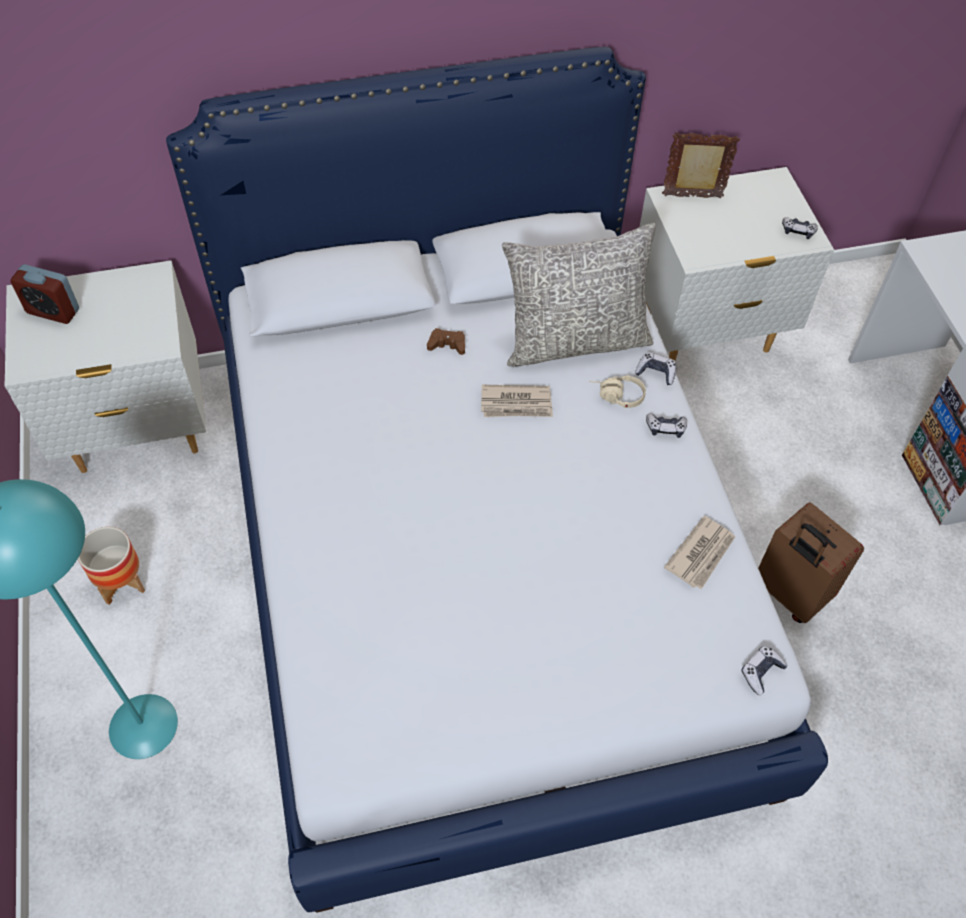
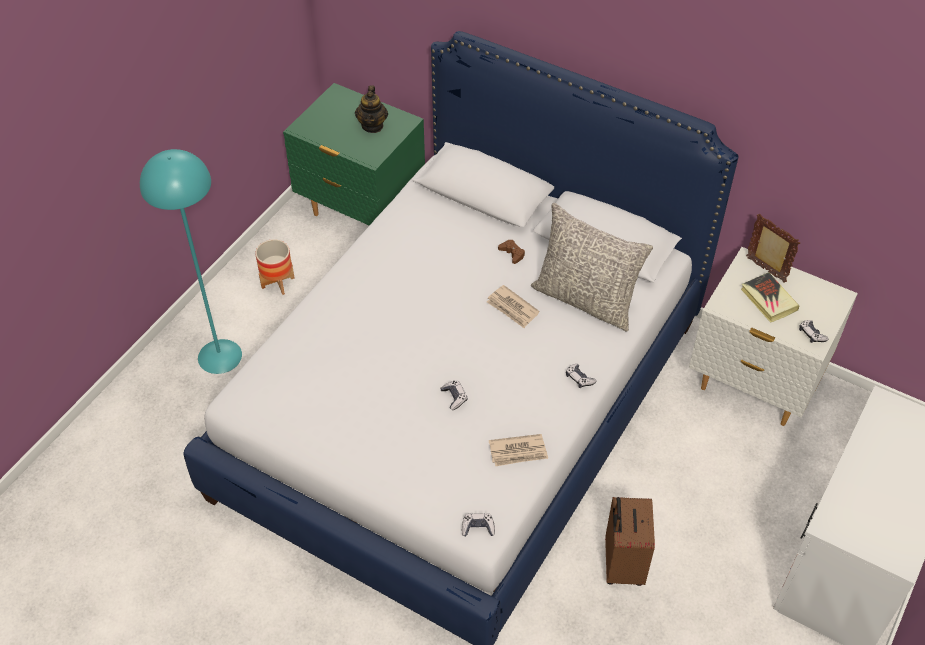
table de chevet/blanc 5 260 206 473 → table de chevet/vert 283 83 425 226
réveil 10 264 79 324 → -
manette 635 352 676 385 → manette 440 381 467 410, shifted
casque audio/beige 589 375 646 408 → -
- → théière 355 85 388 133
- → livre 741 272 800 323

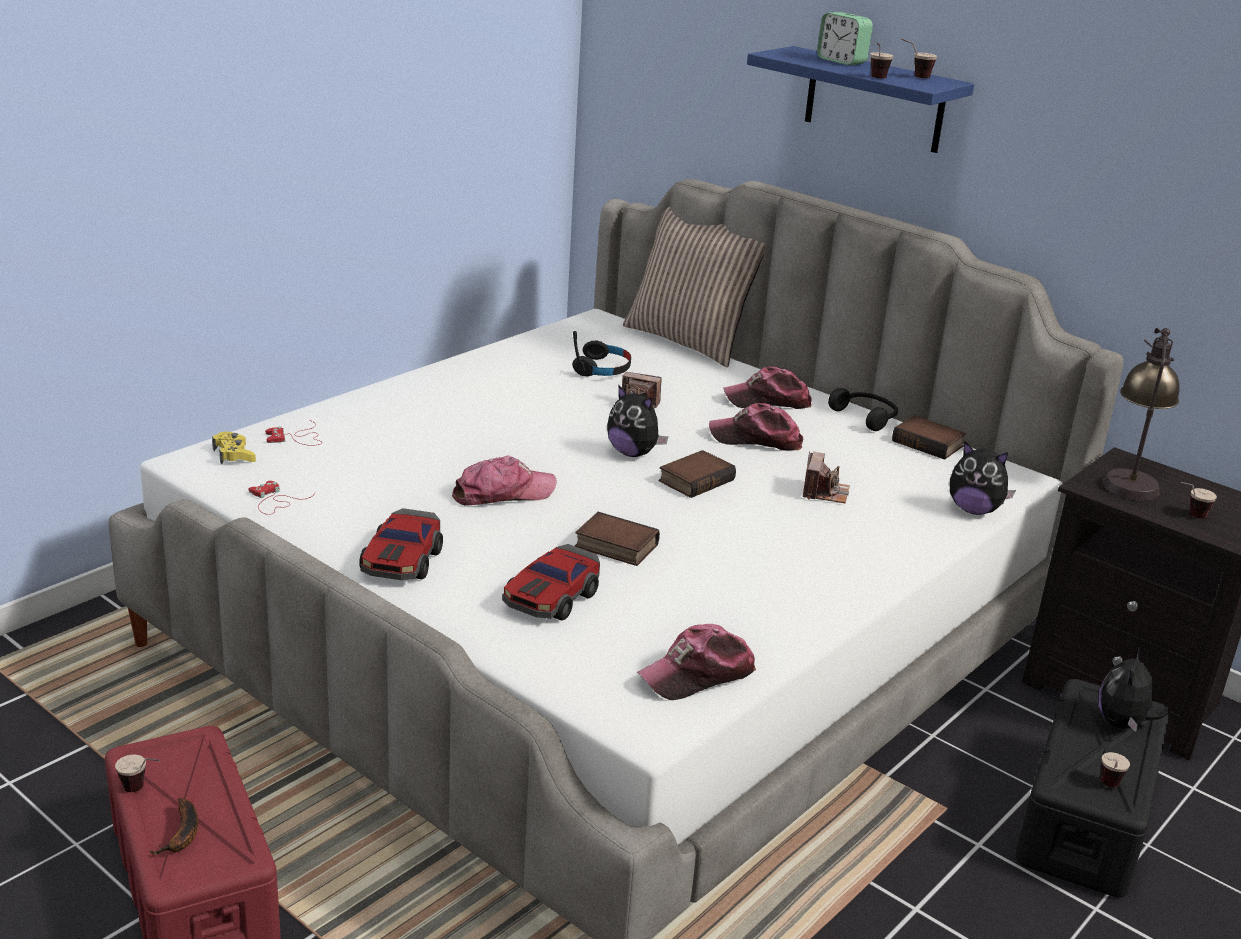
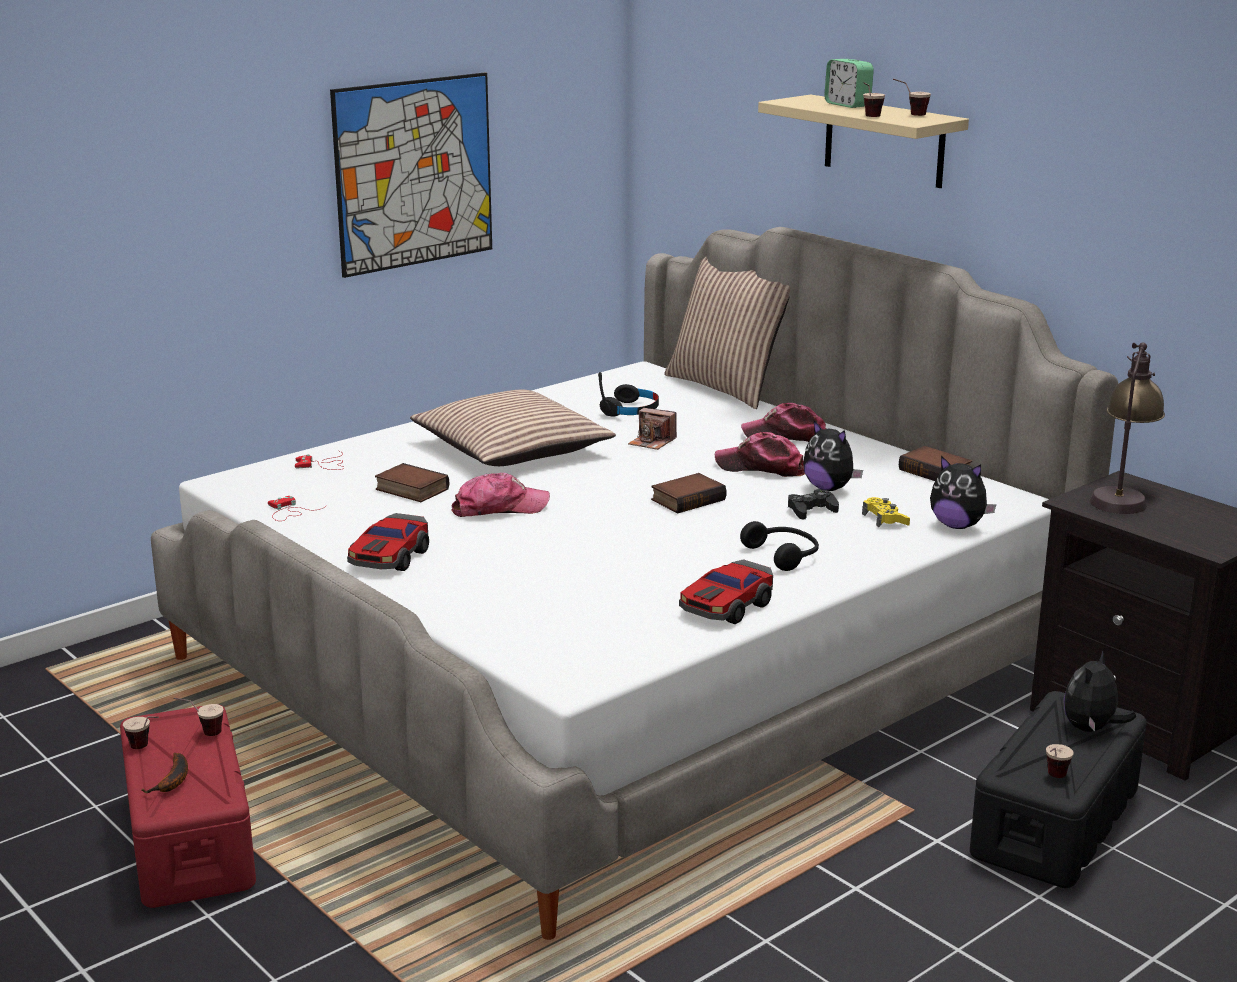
étagère/bleu 747 46 974 153 → étagère/beige 758 94 969 188
peluche 607 385 668 457 → peluche 803 421 863 491, shifted
casque audio/noir 828 388 898 431 → casque audio/noir 740 521 819 571, shifted
manette/jaune 212 432 256 465 → manette/jaune 862 497 910 527, shifted
appareil photo 803 451 850 503 → manette/noir 788 489 839 520
tasse 1181 482 1217 519 → tasse 174 698 224 736, shifted
livre 575 512 660 566 → livre 375 463 449 502, shifted
petite voiture 502 544 600 621 → petite voiture 679 559 773 624, shifted
casquette 637 624 756 700 → -
- → tableau 330 72 492 278
- → coussin 410 390 616 466

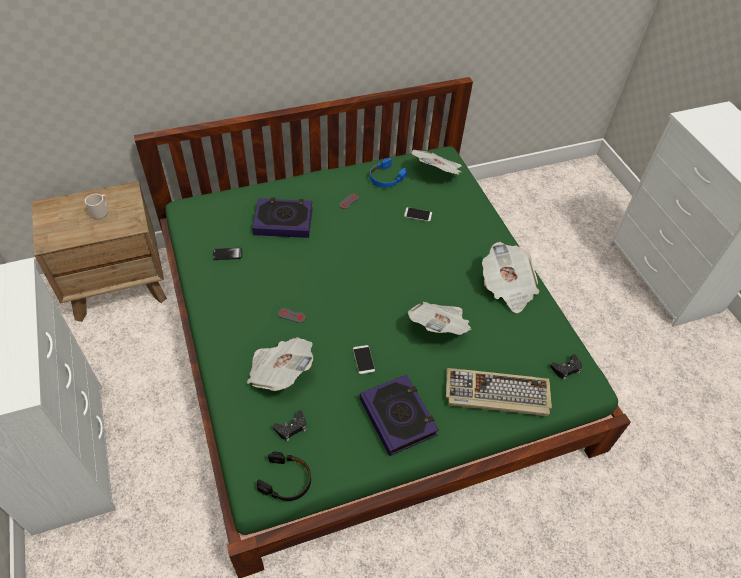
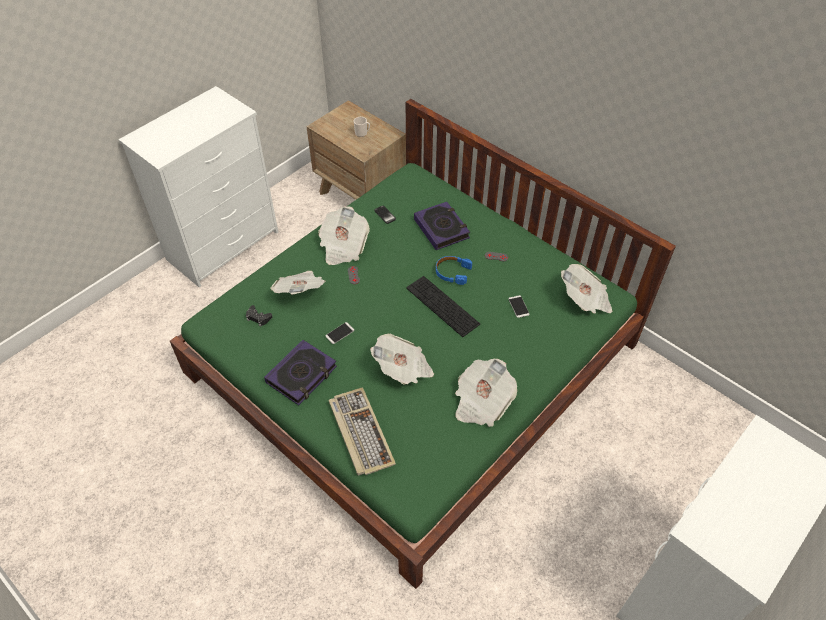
casque audio/bleu 370 158 407 188 → casque audio/bleu 436 256 472 285, shifted
manette/noir 550 354 582 380 → -
casque audio/noir 257 452 311 501 → -
- → journal 318 206 370 265
- → clavier 406 276 480 337

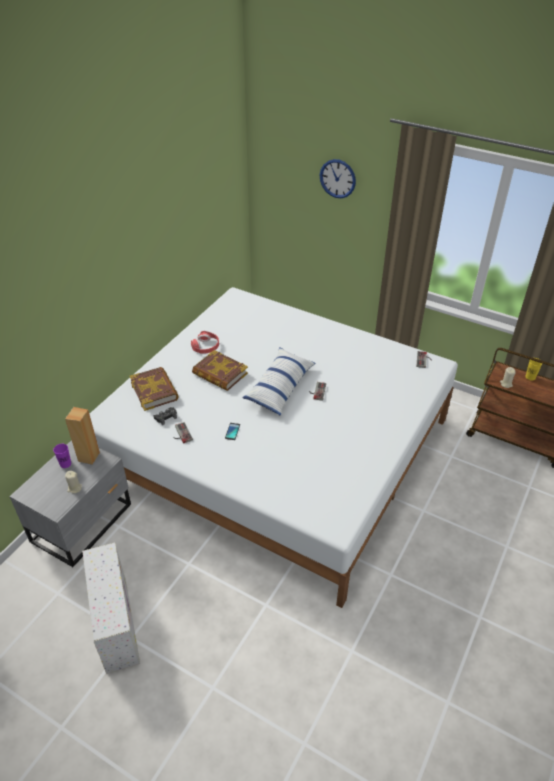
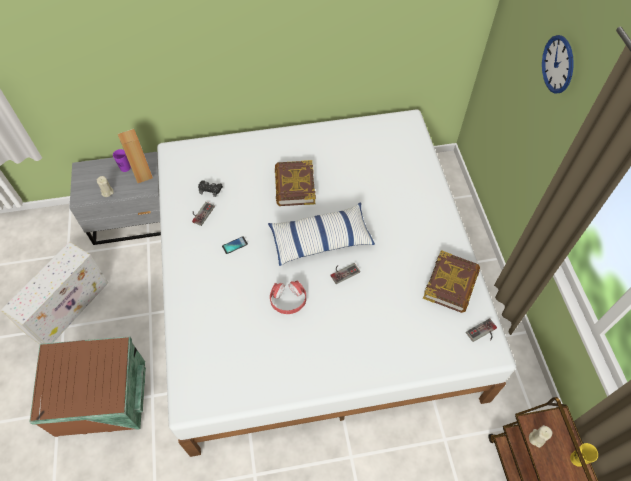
casque audio/rouge 191 331 219 354 → casque audio/rouge 270 281 306 314, shifted
livre 130 367 179 411 → livre 423 250 480 313, shifted
- → boîte de rangement/marron 29 337 146 437

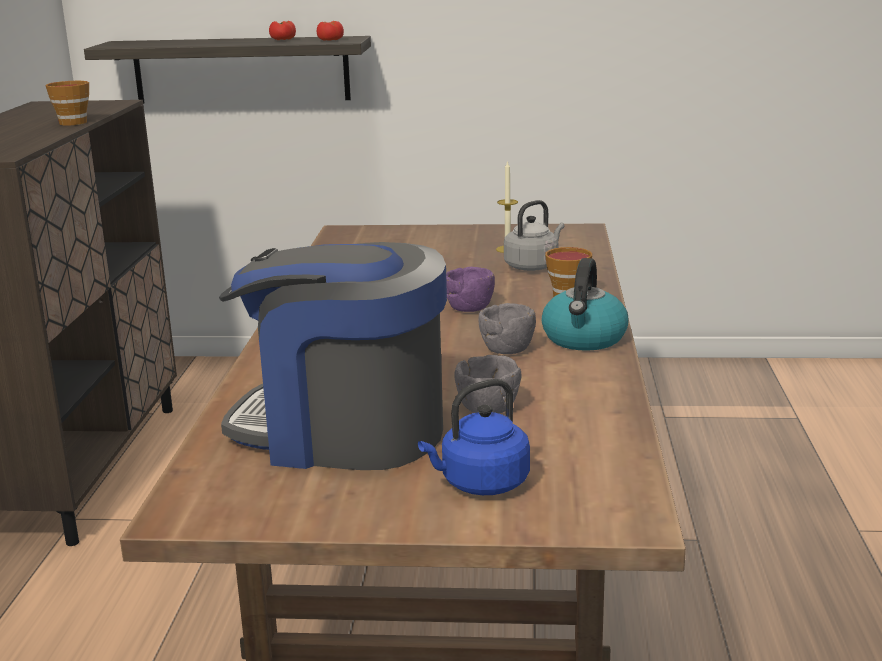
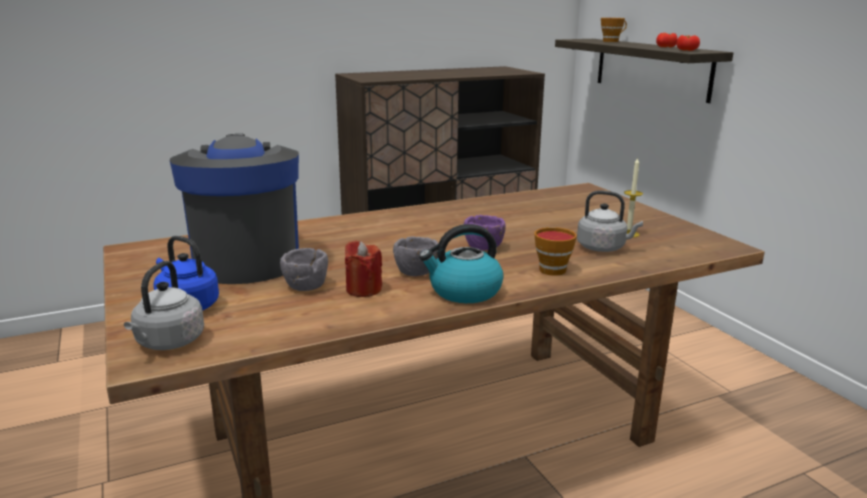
tasse 46 81 89 125 → tasse 601 18 627 42, shifted
- → bougie/rouge 345 241 382 297
- → bouilloire/gris 124 261 204 350

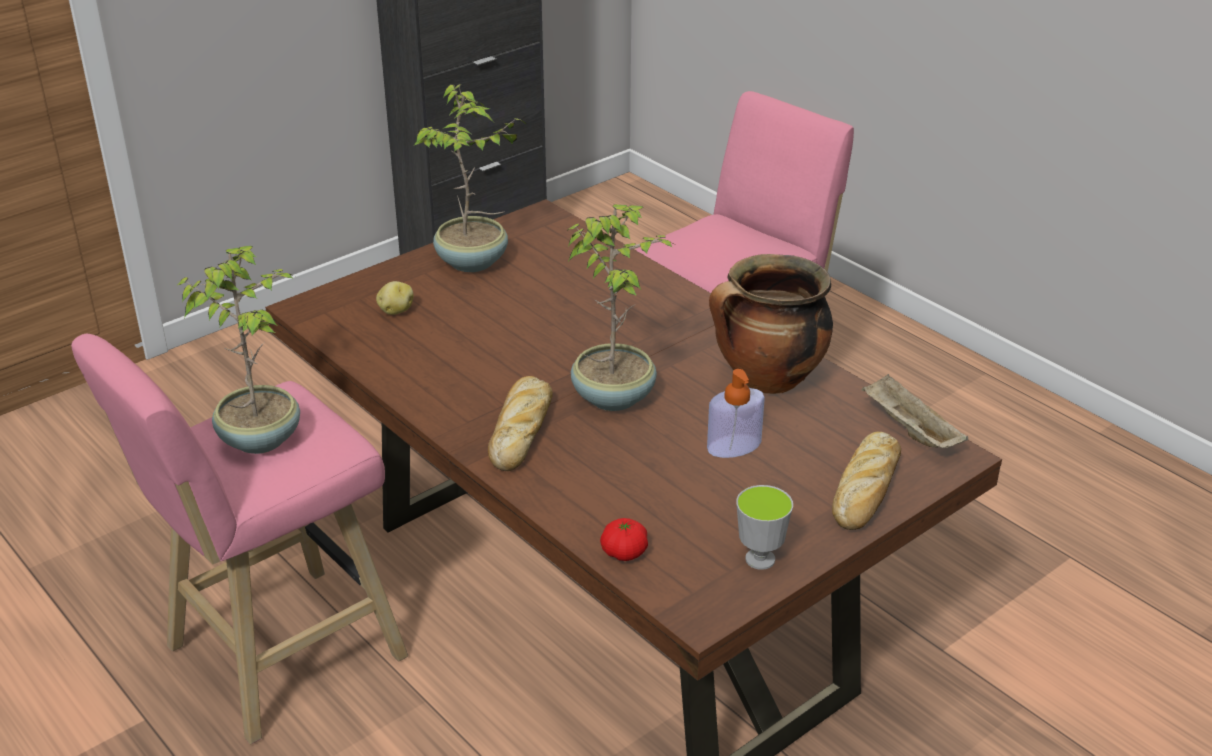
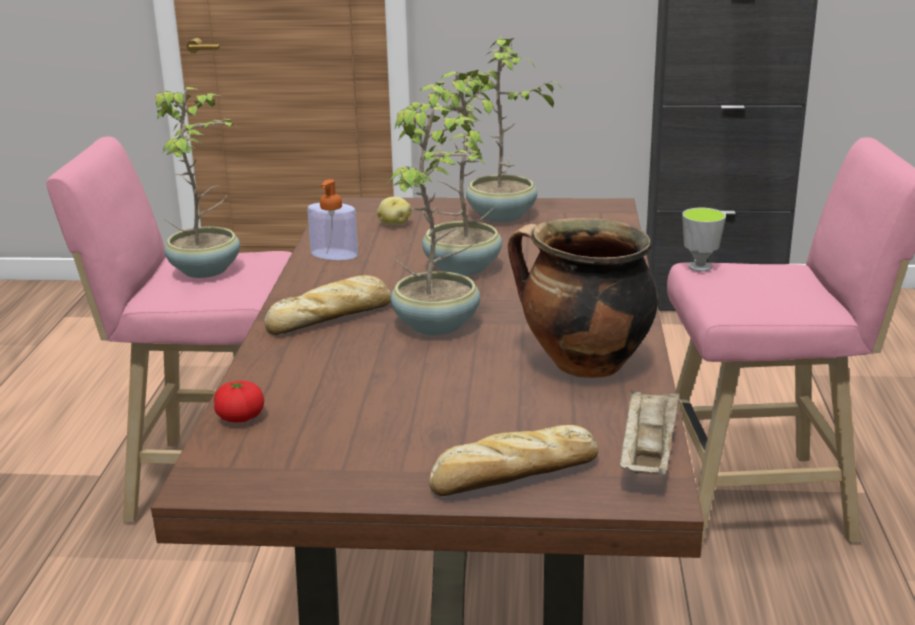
distributeur de savon 707 369 765 458 → distributeur de savon 307 179 358 260, shifted
tasse 736 485 793 570 → tasse 682 208 726 272, shifted
- → plante en pot 406 70 502 276

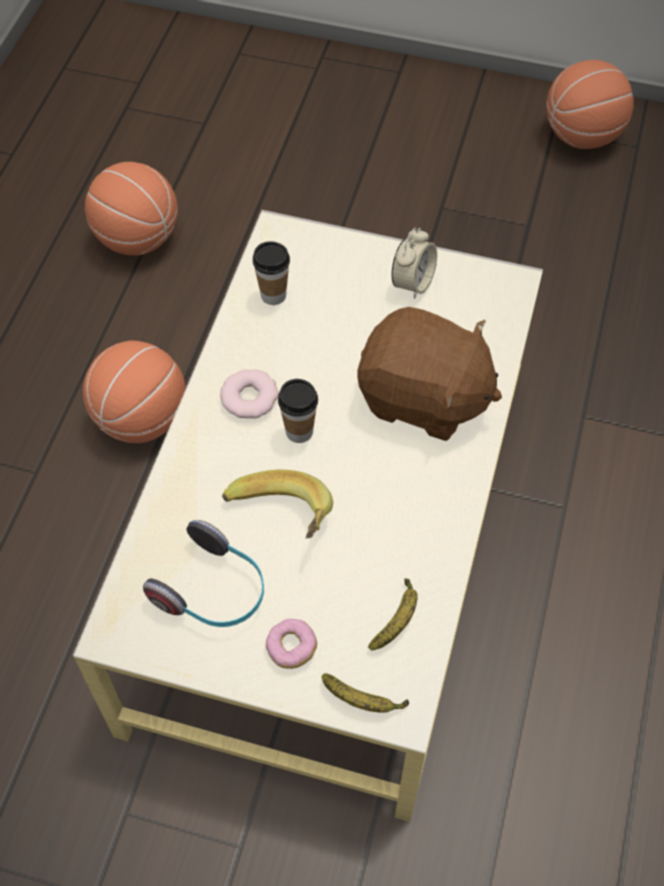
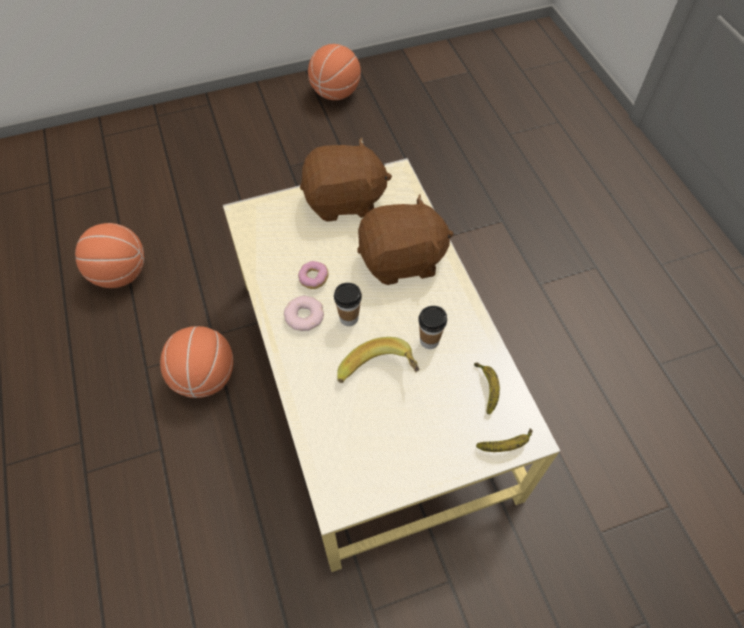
réveil 392 228 437 299 → peluche/marron 300 137 392 222
tasse 253 241 290 305 → tasse 418 306 447 349, shifted
casque audio 143 520 264 627 → -
beignet 266 619 317 669 → beignet 298 261 329 289, shifted

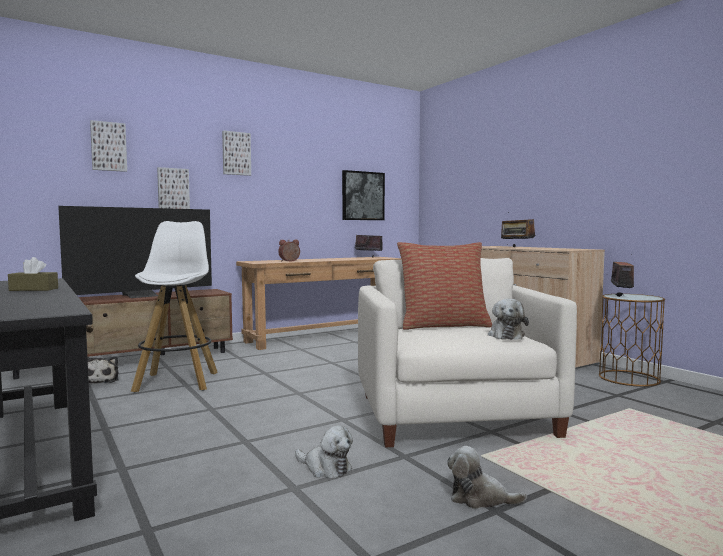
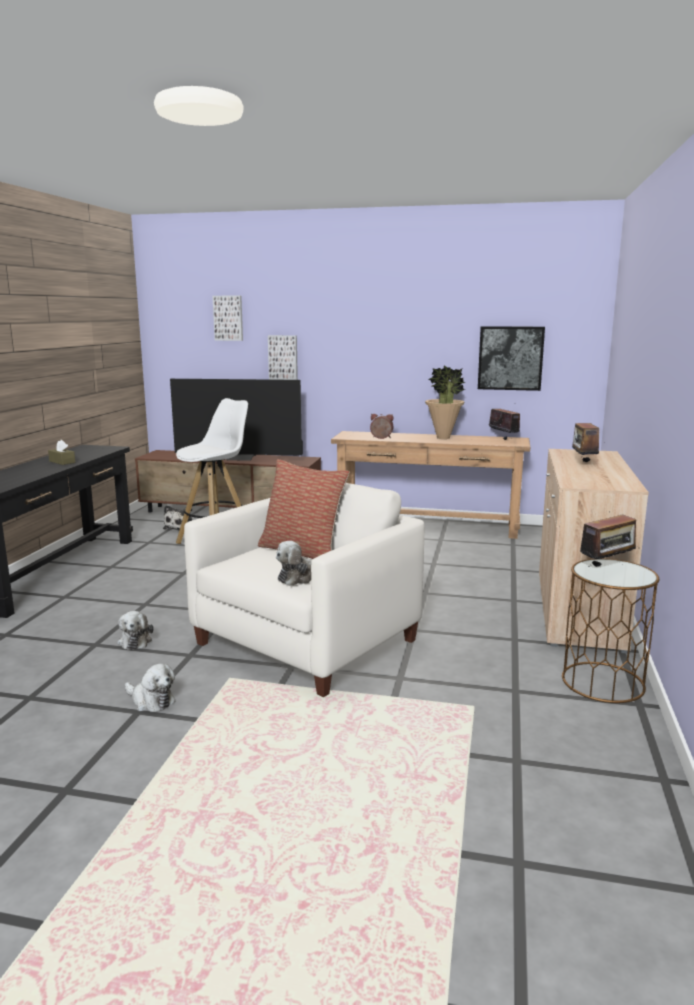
tableau 222 130 251 176 → -
peluche 447 446 527 509 → peluche 125 663 176 712, 150 degrees clockwise
- → plante en pot 425 365 466 439

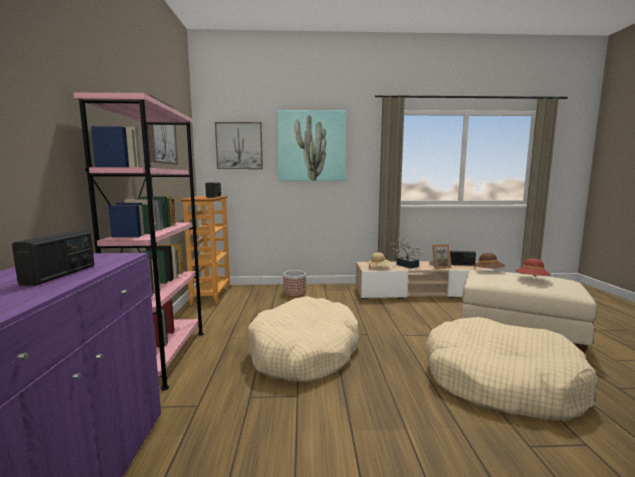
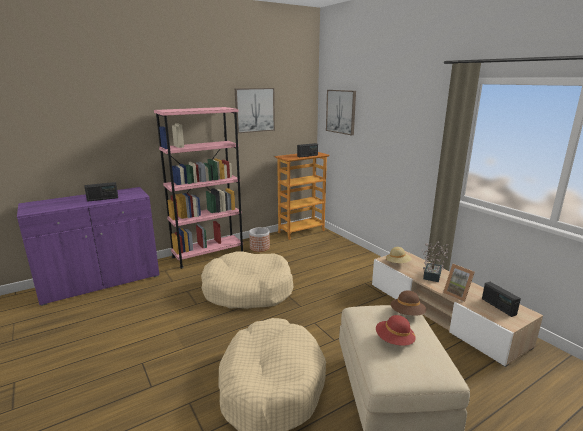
tableau 277 110 346 181 → -
cache-pot 283 270 306 297 → cache-pot 249 227 270 252, shifted

